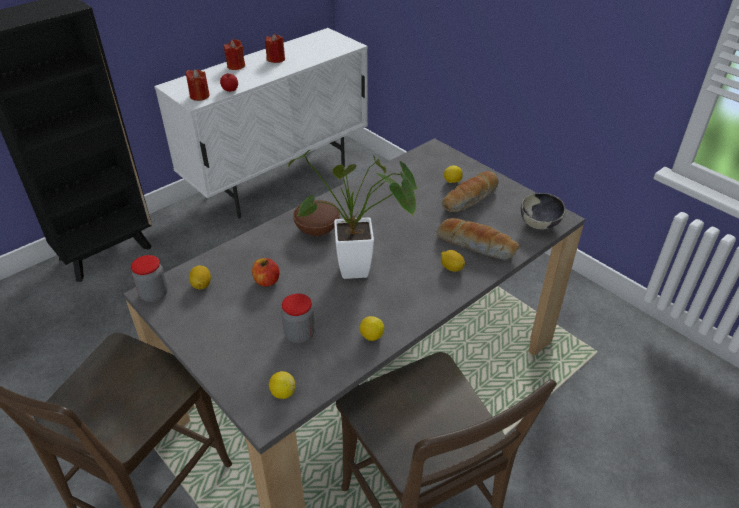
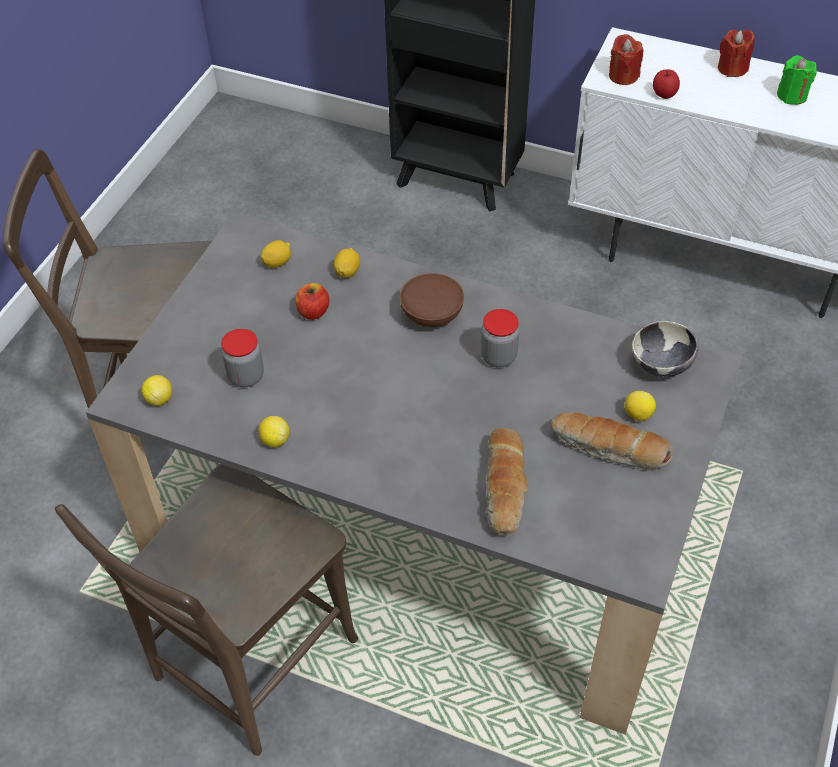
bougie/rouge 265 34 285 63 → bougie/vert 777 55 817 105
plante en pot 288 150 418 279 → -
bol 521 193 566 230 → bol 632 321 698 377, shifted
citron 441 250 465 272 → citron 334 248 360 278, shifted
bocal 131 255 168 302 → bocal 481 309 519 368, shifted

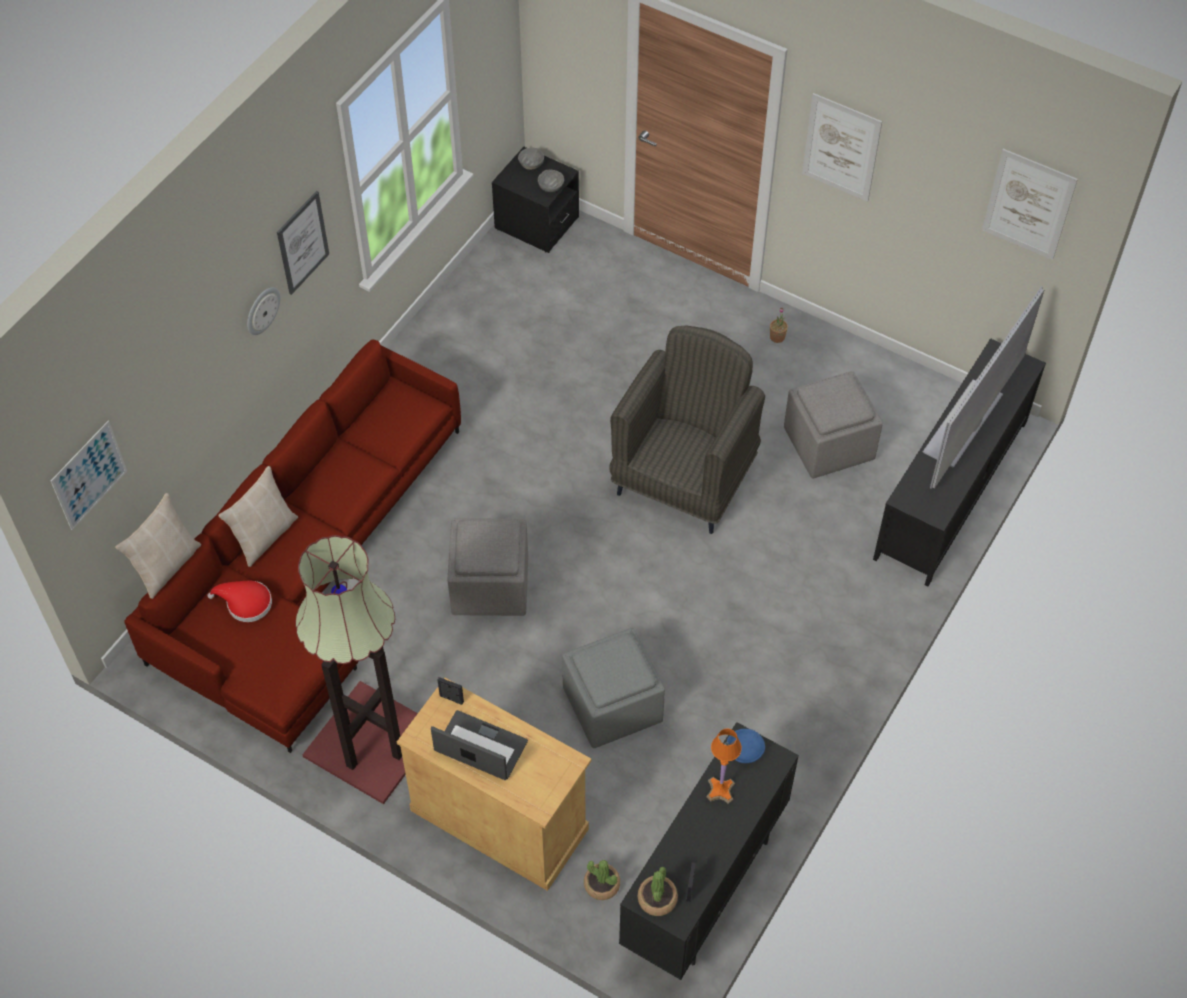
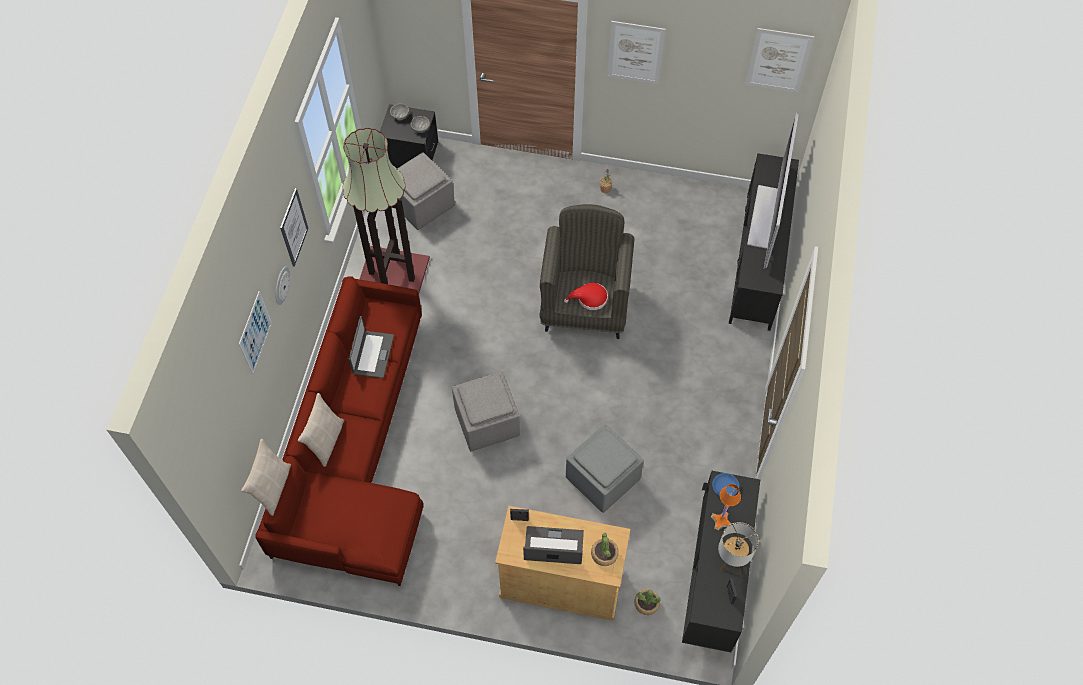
pouf/gris 784 371 883 478 → pouf/gris 397 152 455 230, shifted
tableau 51 421 127 530 → tableau 239 291 272 374, shifted
lampadaire 295 535 418 804 → lampadaire 342 128 430 294, shifted
chapeau/rouge 207 581 272 622 → chapeau/rouge 564 283 608 310, shifted
plante en pot 637 867 678 916 → plante en pot 591 533 619 566, shifted
- → ordinateur portable 349 316 394 378
- → lampe de table 718 522 758 574

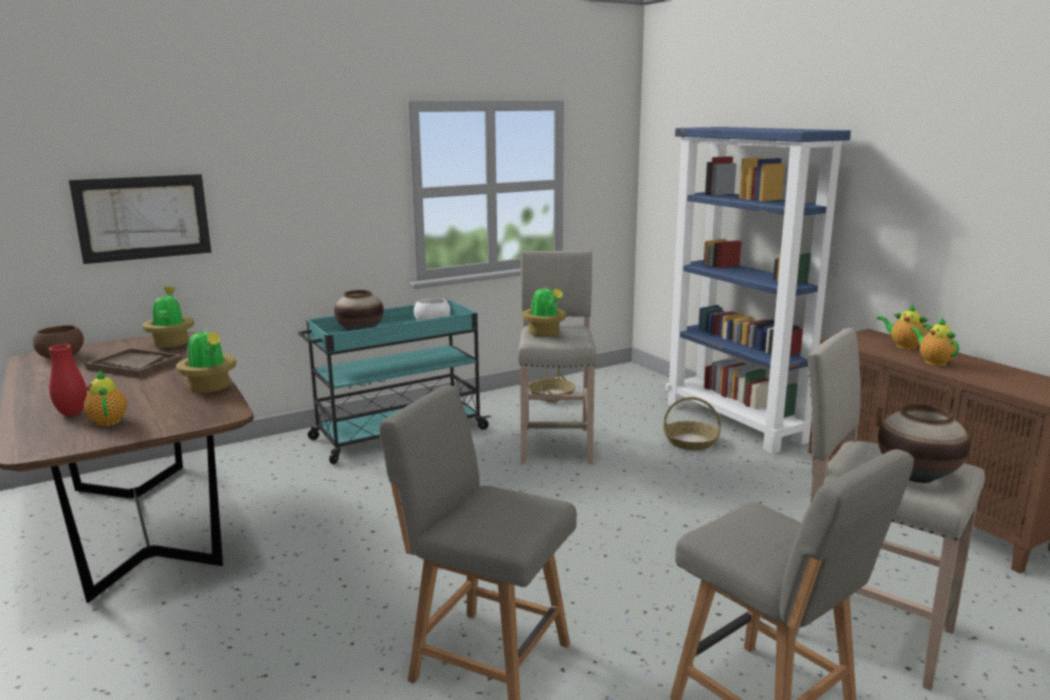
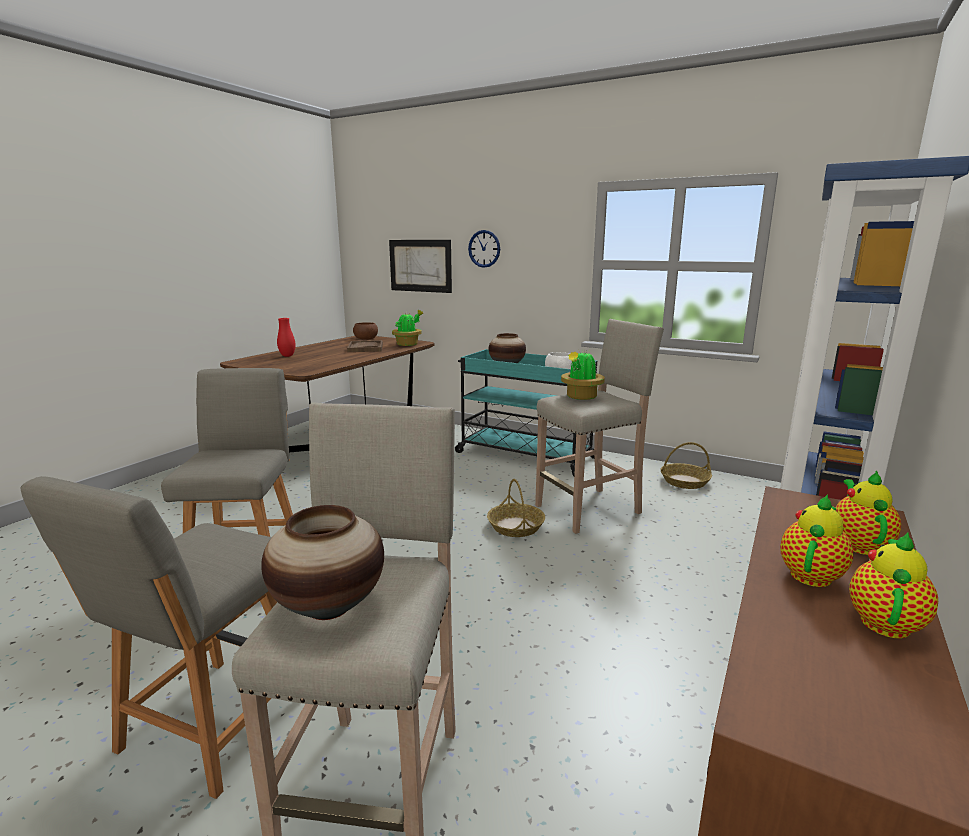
plante en pot 176 326 236 393 → -
théière 84 370 127 426 → théière 849 532 938 638, shifted
panier 663 397 721 450 → panier 487 479 545 537, shifted
- → horloge murale 468 230 500 268

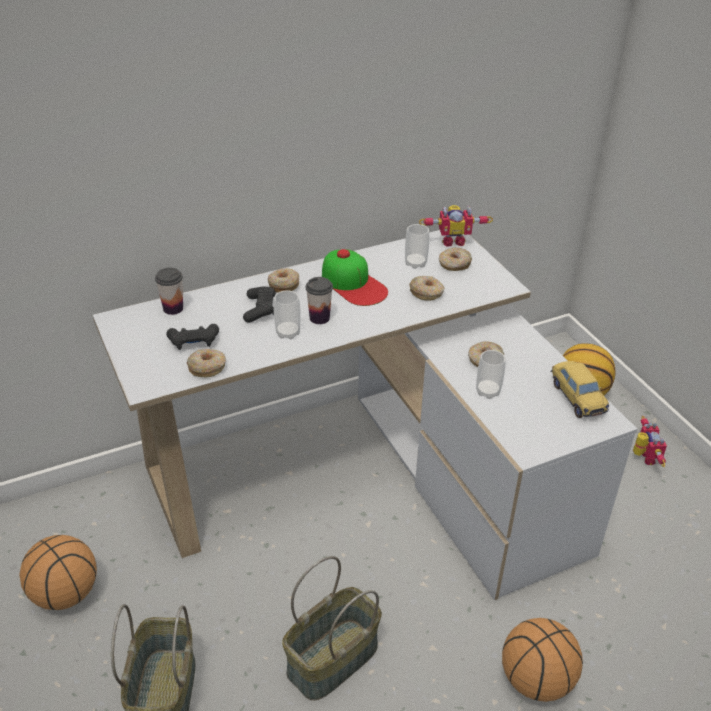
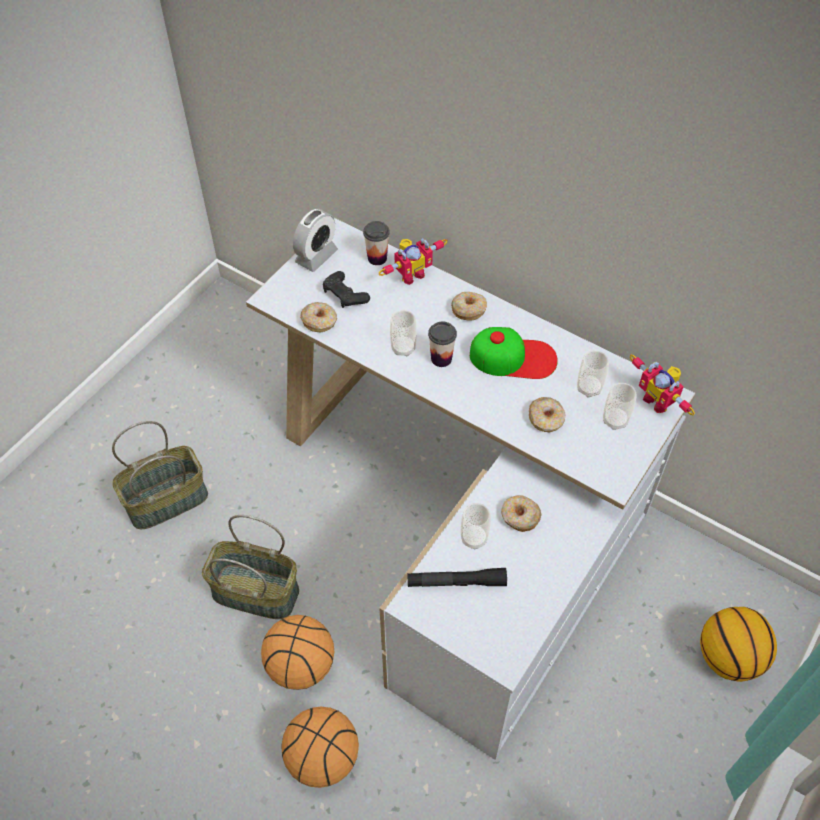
beignet 439 247 472 271 → tasse 603 383 637 430
casquette 322 249 388 306 → casquette 470 327 558 379, 105 degrees counterclockwise
manette/noir 243 286 276 323 → -
petite voiture 550 361 609 418 → -
robot jouet 633 416 667 467 → robot jouet 379 238 448 285, shifted
ballon de basket 19 535 97 610 → ballon de basket 261 615 334 690, shifted
- → réveil 293 209 338 272
- → lampe de poche/noir 408 568 507 587

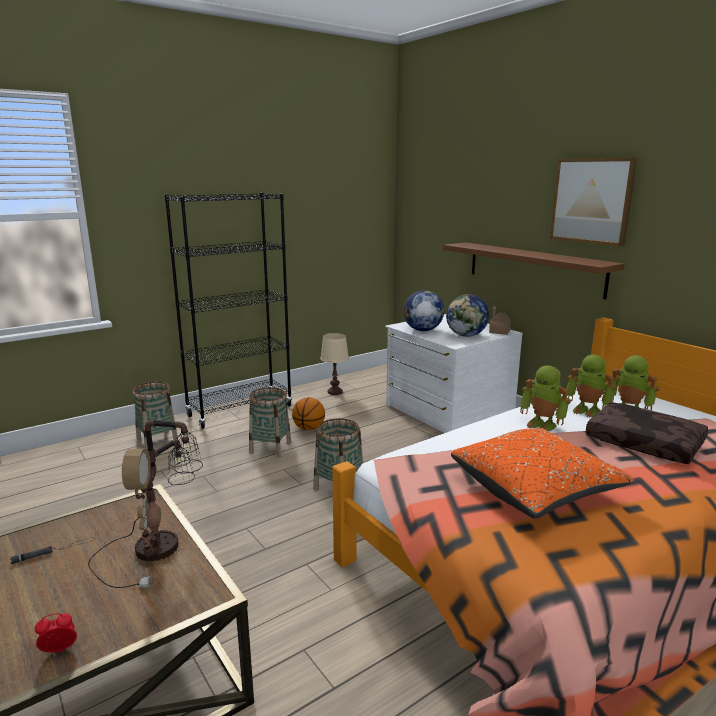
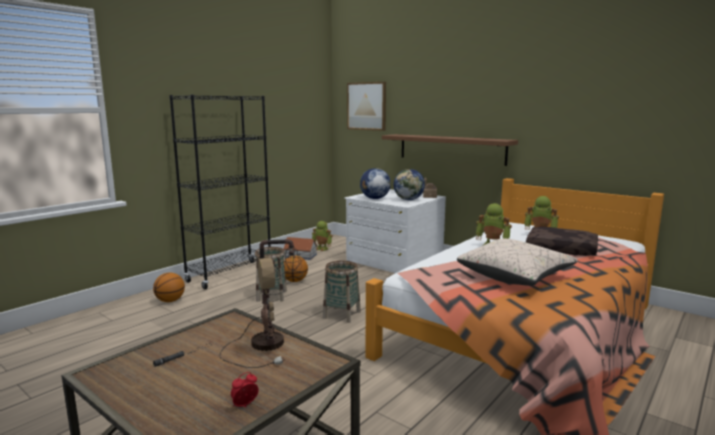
tableau 550 157 637 246 → tableau 347 82 386 131, shifted
lampe de table/beige 320 333 349 395 → maison miniature 284 237 317 260
robot jouet 566 355 616 418 → robot jouet 312 221 333 251, shifted
panier 132 382 178 450 → ballon de basket 153 273 185 302
coussin/orange 451 428 634 519 → coussin/beige 457 238 578 286

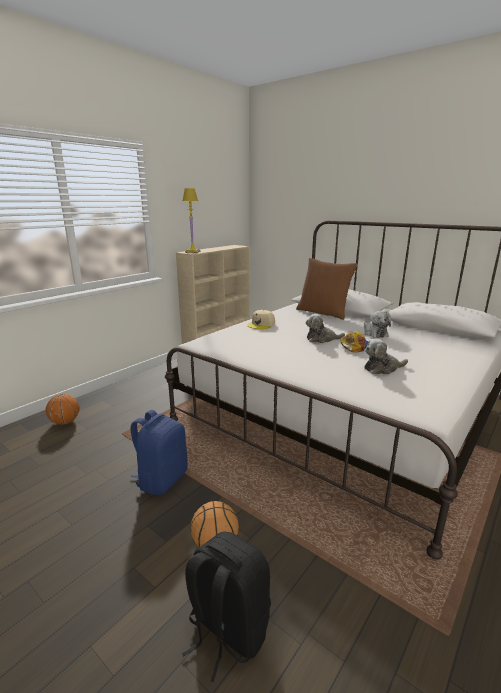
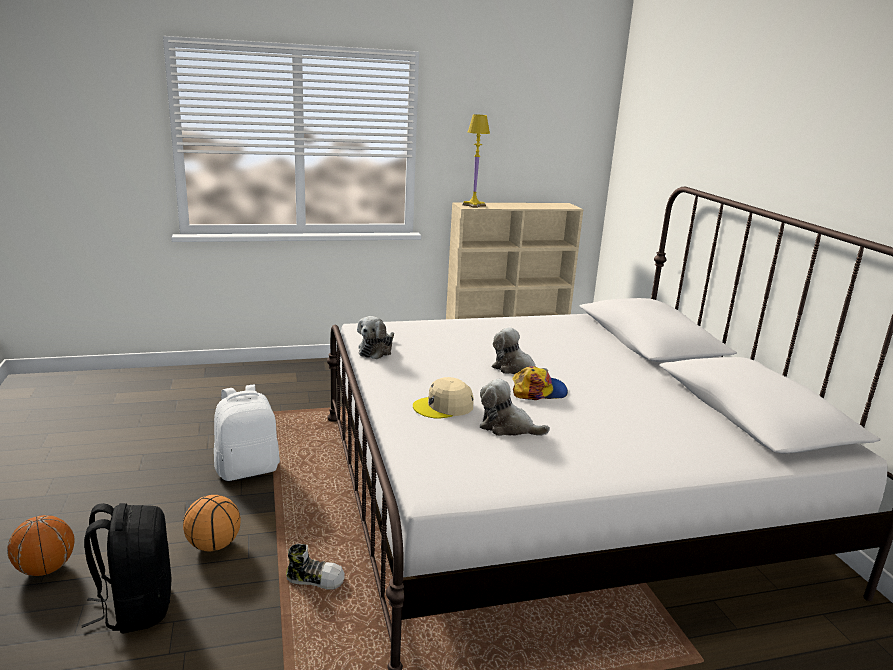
coussin/marron 296 258 358 320 → -
casquette/beige 247 310 275 329 → casquette/beige 413 377 474 419, shifted
peluche 364 311 391 338 → peluche 357 316 394 359, shifted
ballon de basket 46 394 79 425 → ballon de basket 7 515 75 576, shifted
sac à dos/bleu 130 410 188 495 → sac à dos/blanc 214 385 280 481
- → chaussure 286 544 345 590

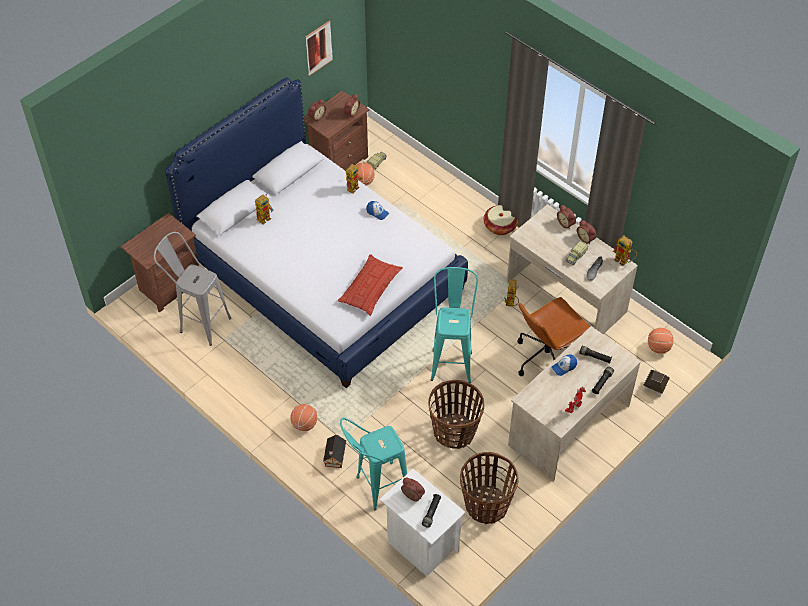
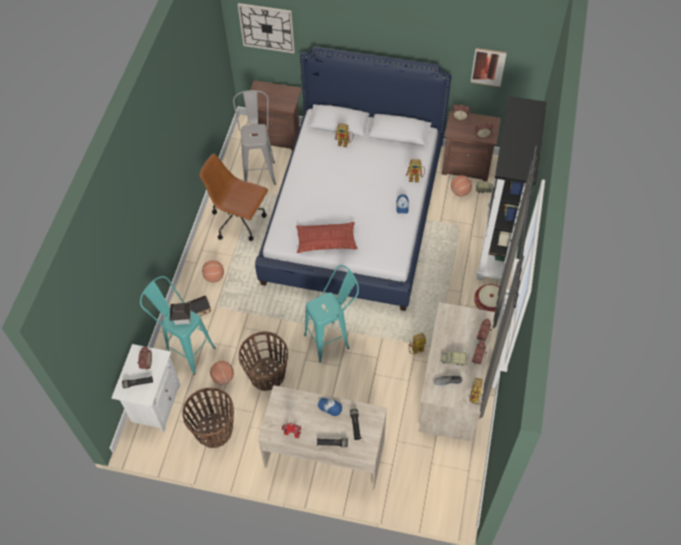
chaise de bureau/marron 517 297 591 376 → chaise de bureau/marron 199 153 268 241, shifted
ballon de basket 648 328 674 354 → ballon de basket 210 361 234 385, shifted
maison miniature 643 370 670 397 → maison miniature 170 303 191 325, shifted
- → horloge murale 238 3 295 53
- → bibliothèque/noir 476 96 547 283

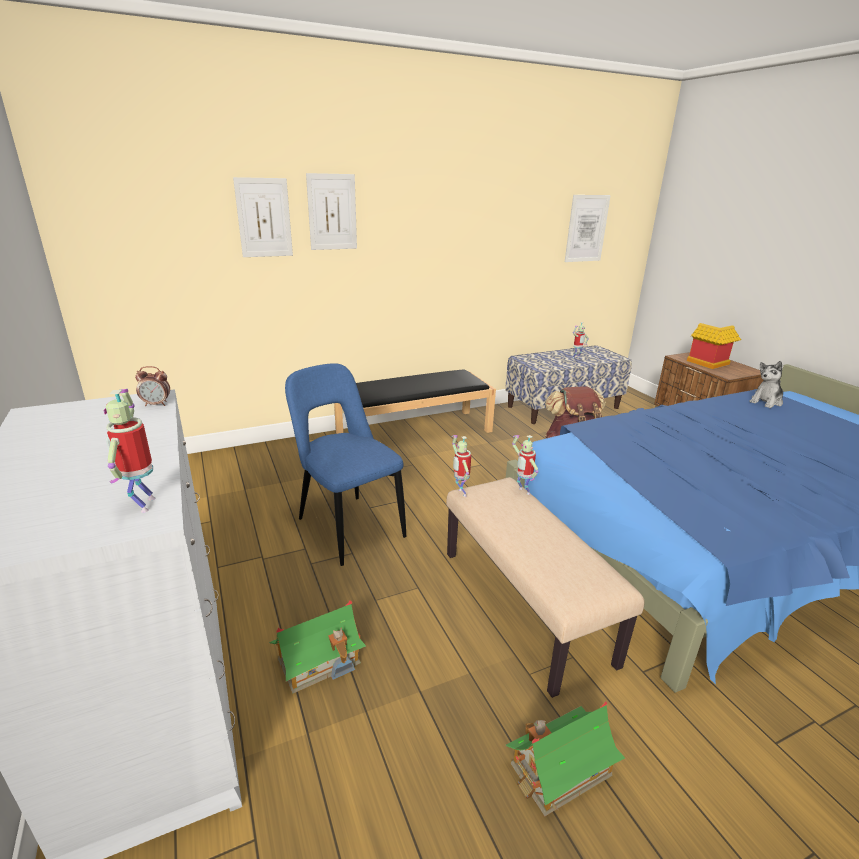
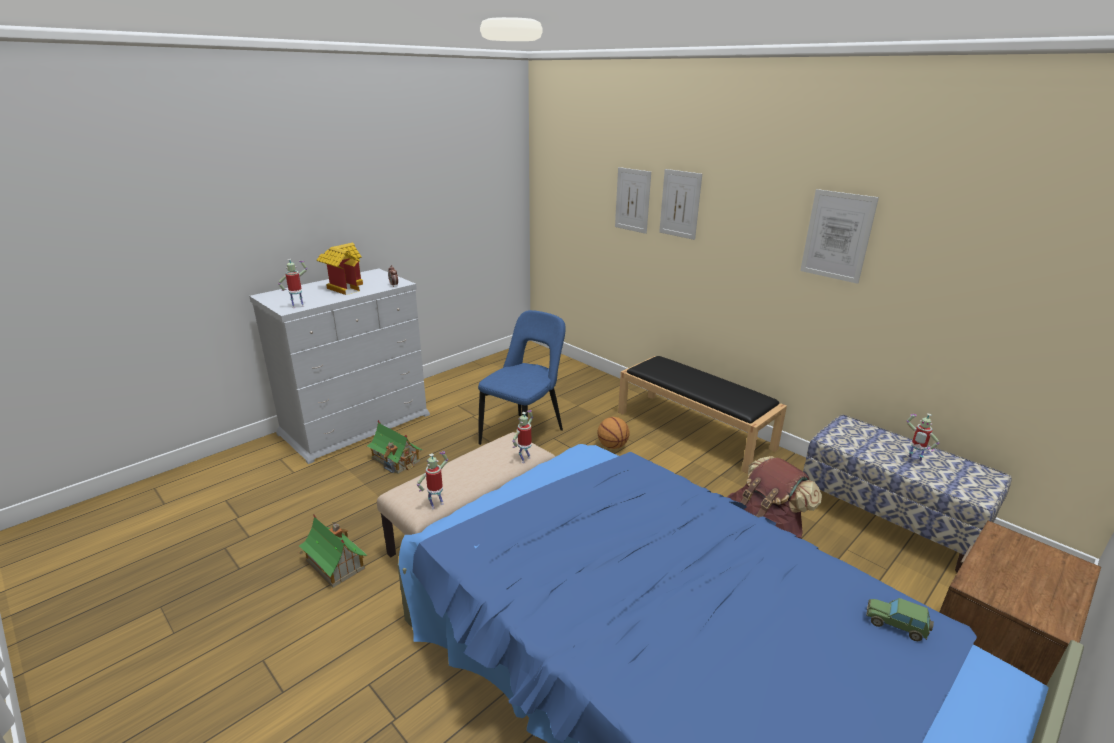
tableau 565 195 611 262 → tableau 800 189 879 284, shifted
maison miniature 687 323 741 369 → maison miniature 317 243 363 295, shifted
peluche 749 361 783 408 → petite voiture 866 598 934 641
robot jouet 451 435 471 497 → robot jouet 417 451 448 509, shifted
- → ballon de basket 598 417 629 449

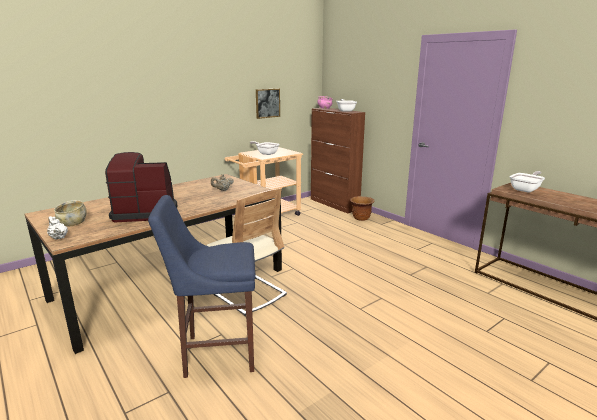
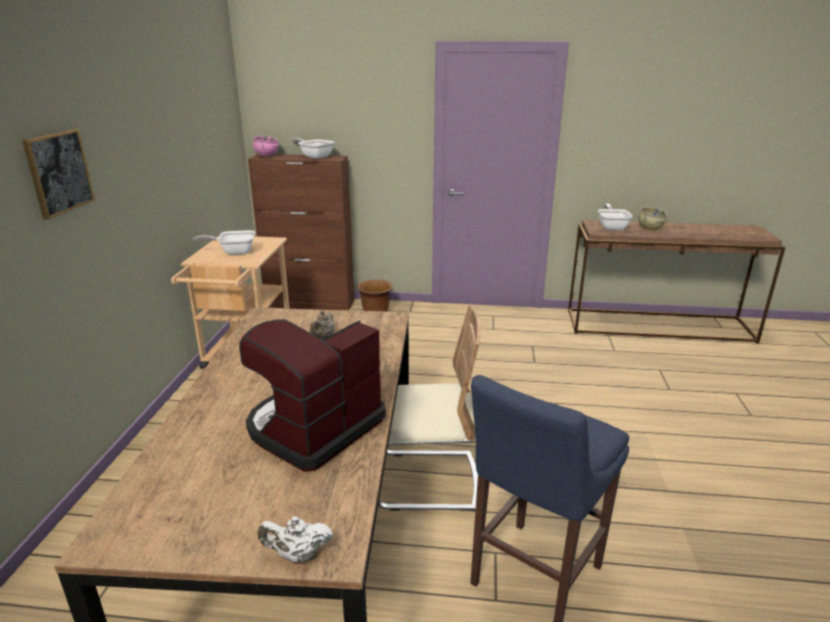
tableau 256 88 280 119 → tableau 22 129 95 220, shifted
bol/beige 54 200 87 227 → bol/beige 638 207 667 230, shifted

